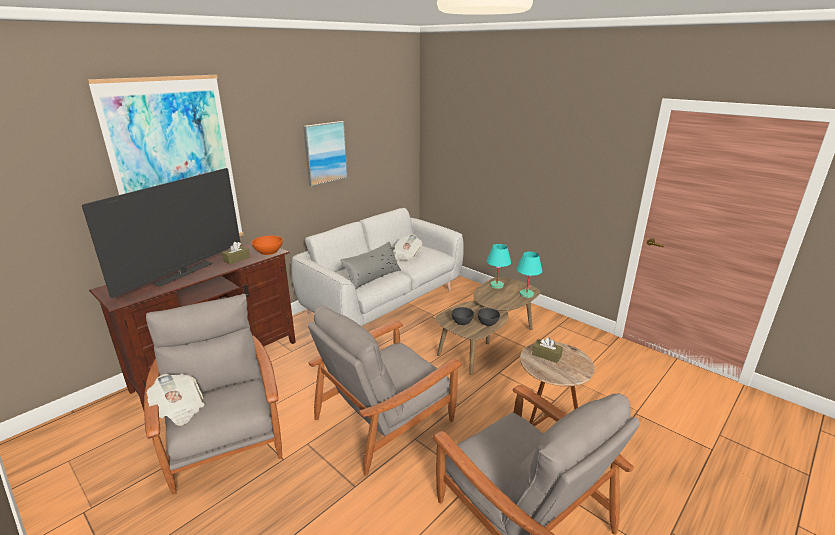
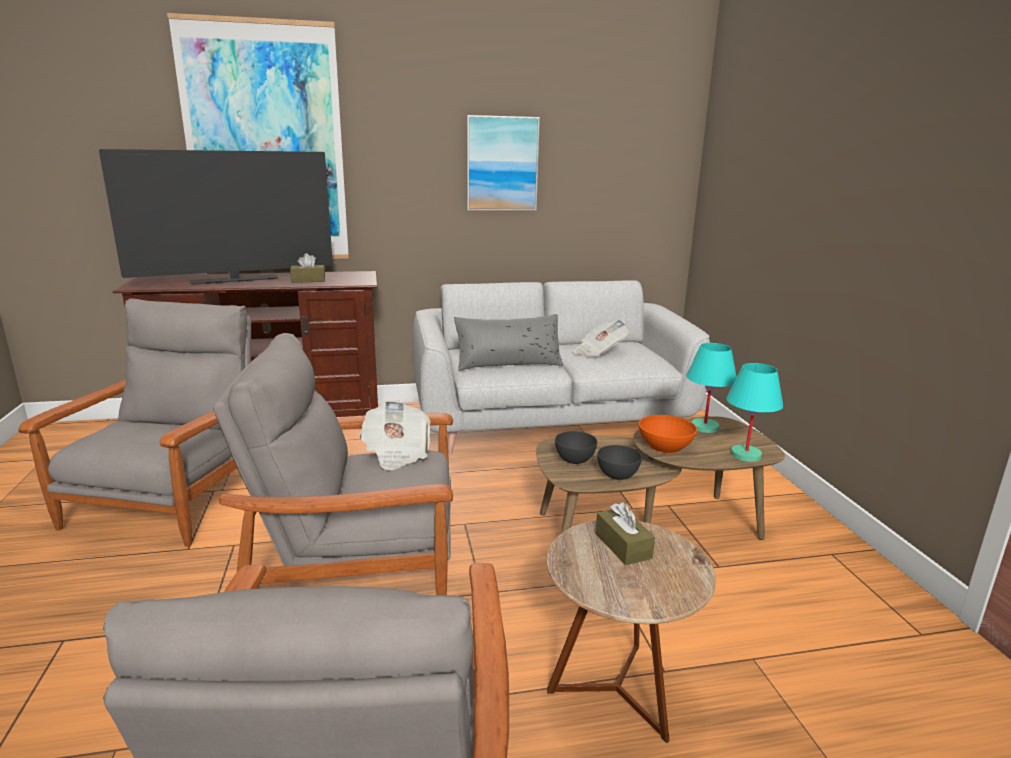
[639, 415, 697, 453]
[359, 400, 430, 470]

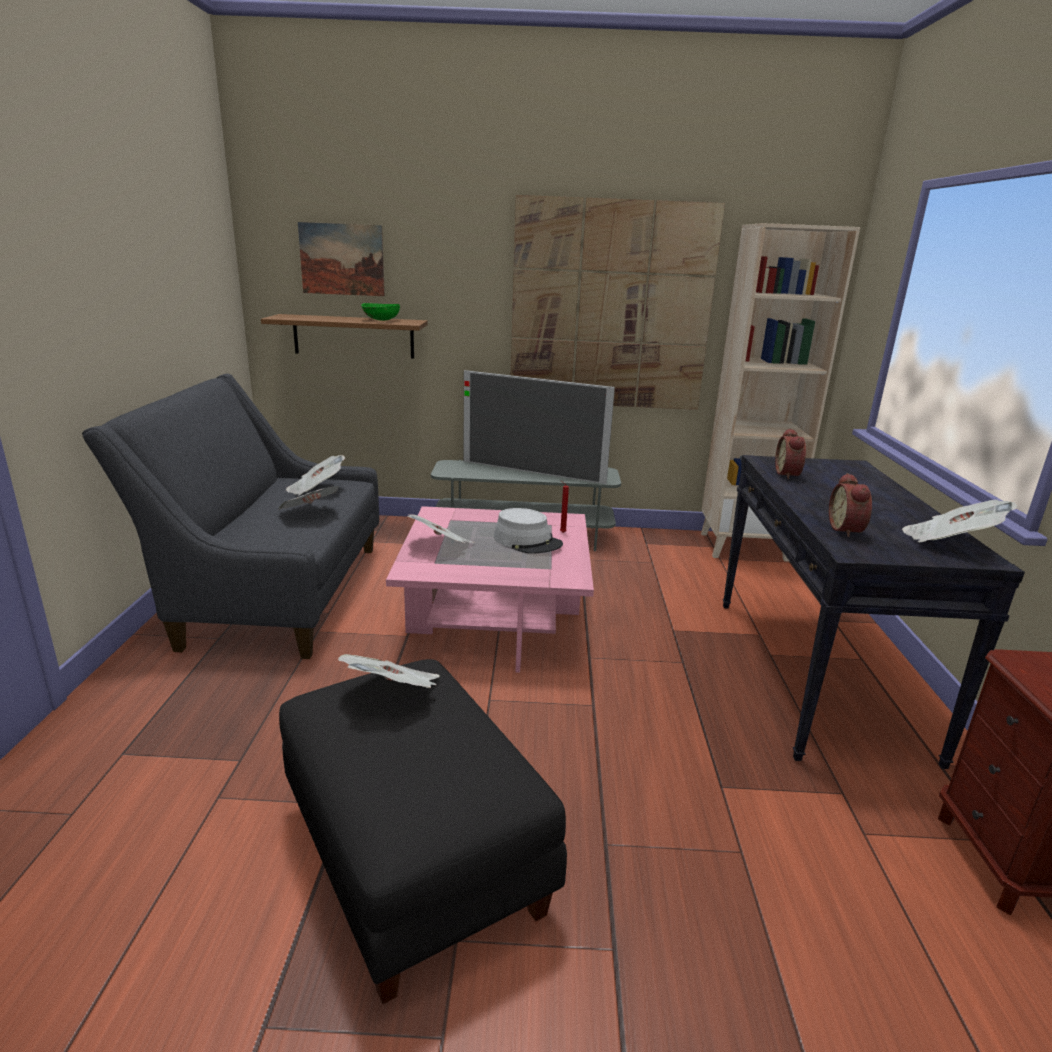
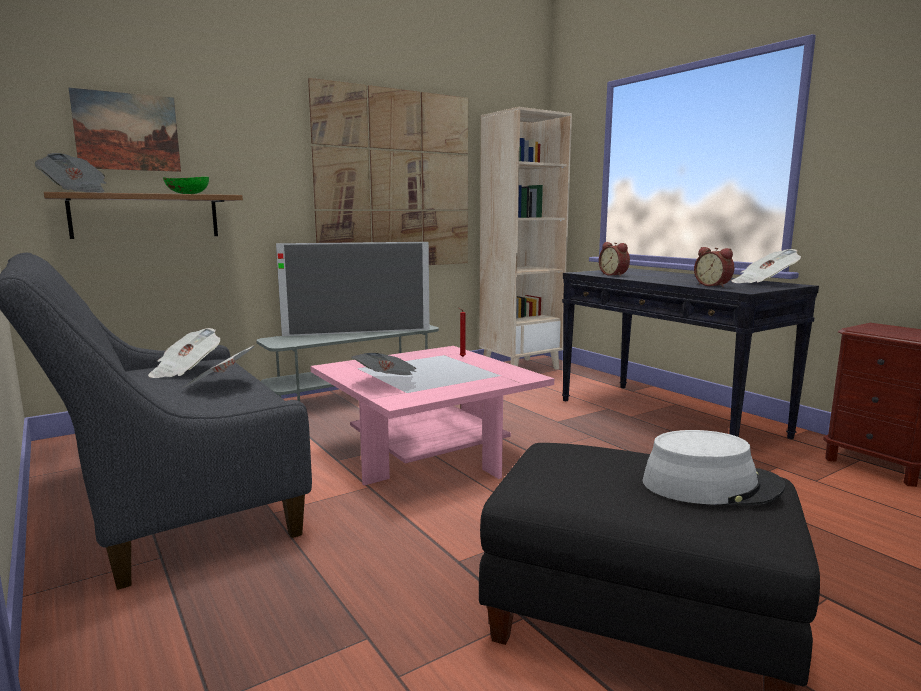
[642, 430, 785, 505]
[35, 153, 107, 193]

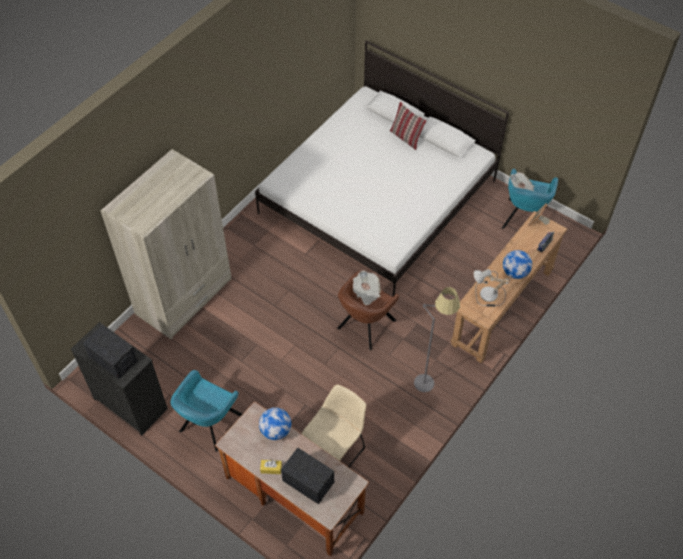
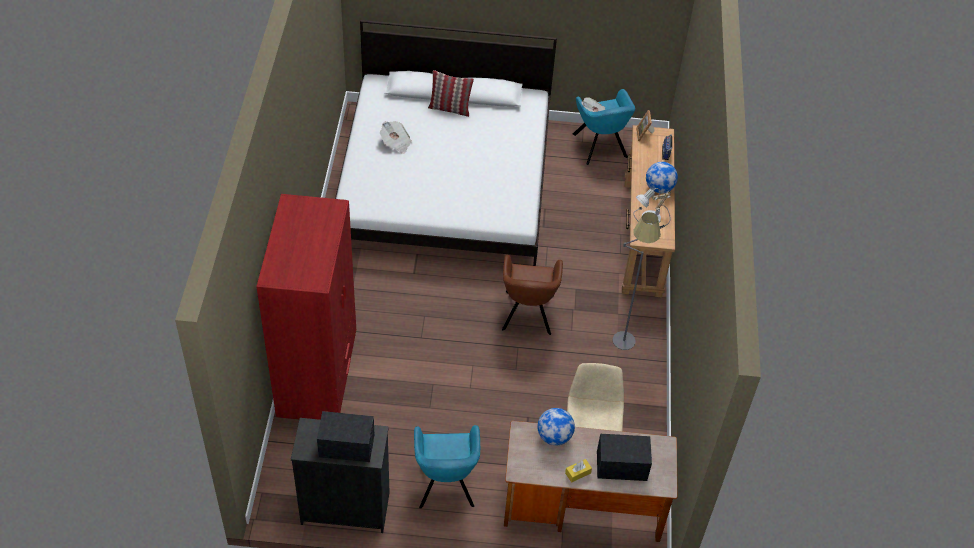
[256, 194, 356, 420]
[380, 121, 412, 154]

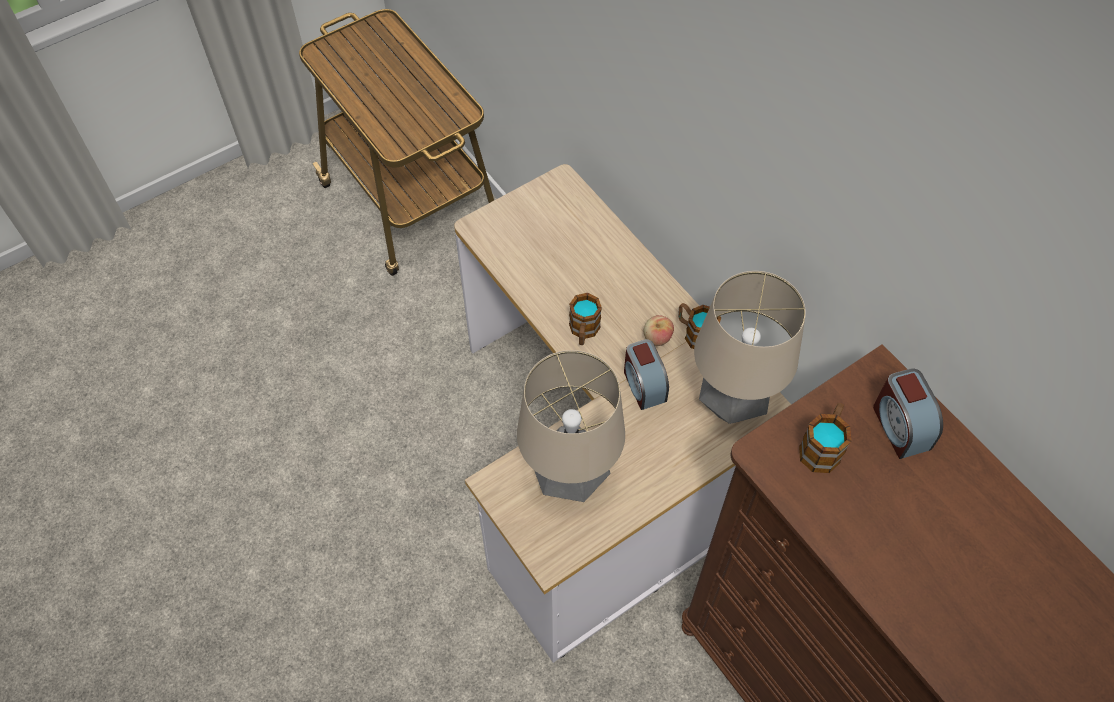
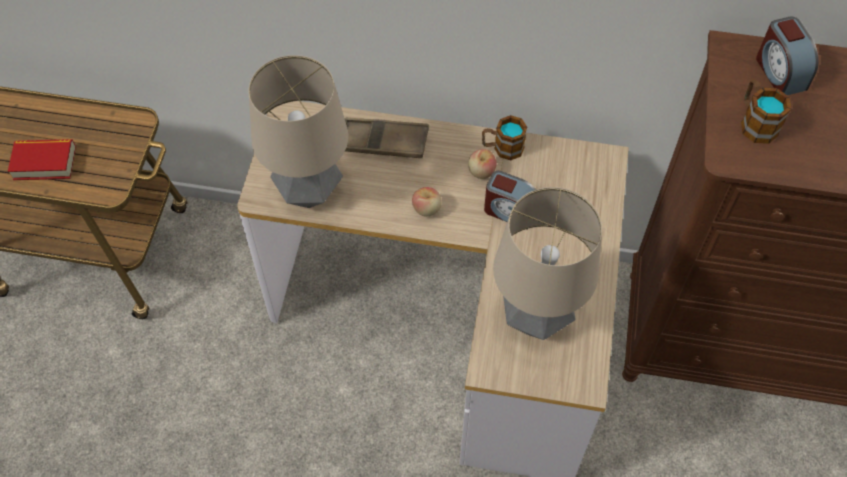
[249, 55, 348, 208]
[412, 187, 442, 216]
[756, 17, 819, 95]
[345, 118, 429, 158]
[8, 139, 76, 180]

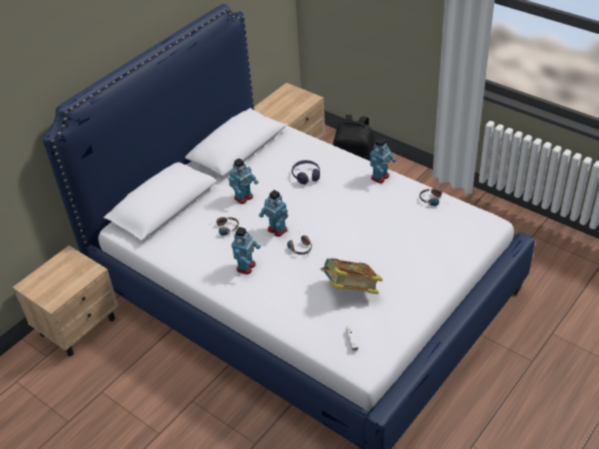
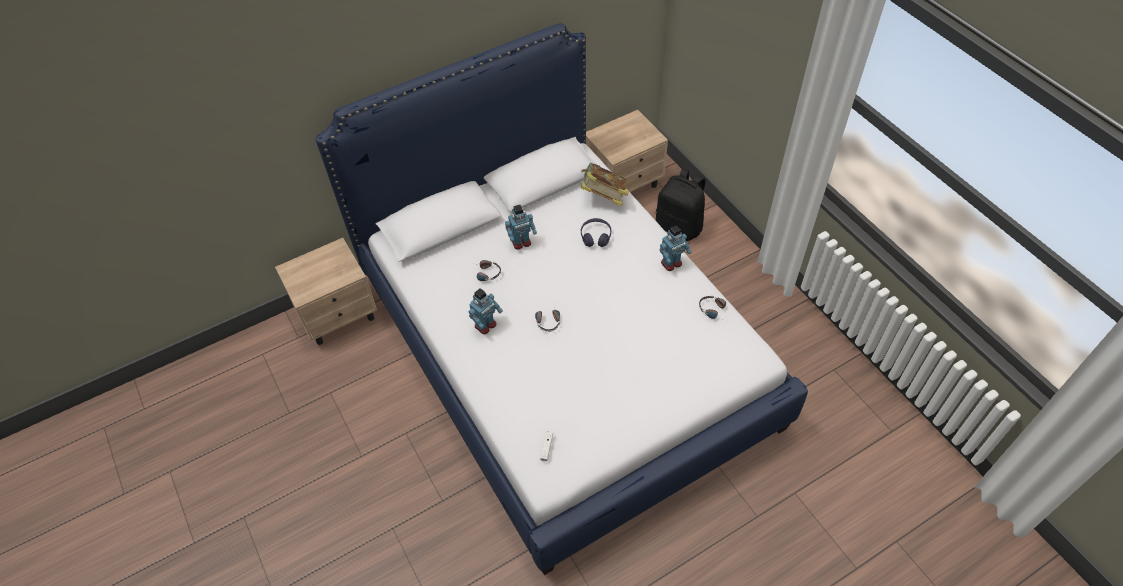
[259, 190, 288, 237] (first image)
[581, 162, 628, 206]

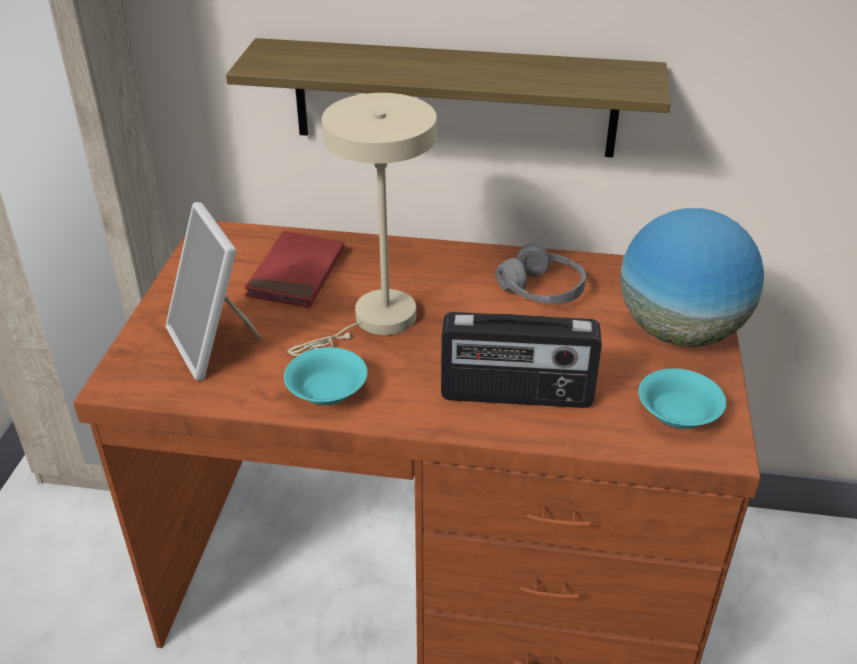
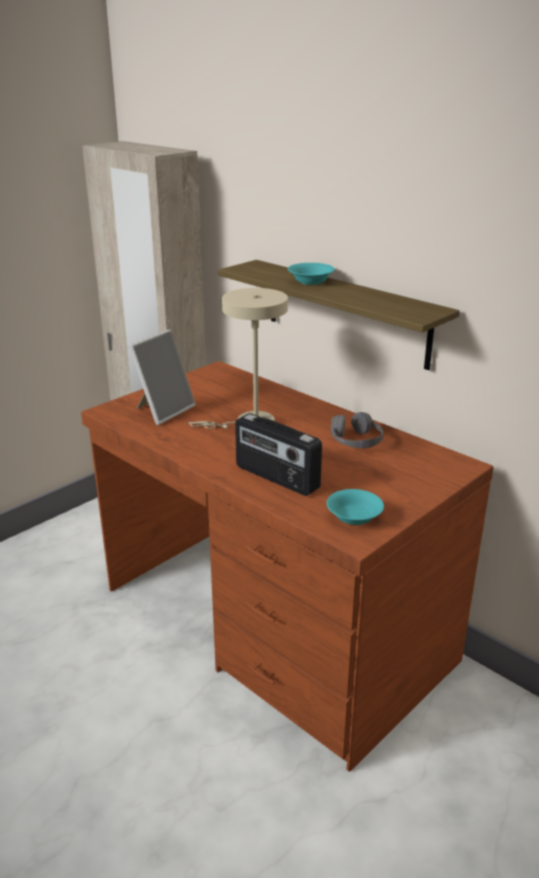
[129, 329, 196, 425]
[620, 208, 764, 347] (first image)
[244, 231, 345, 308] (first image)
[288, 263, 335, 285]

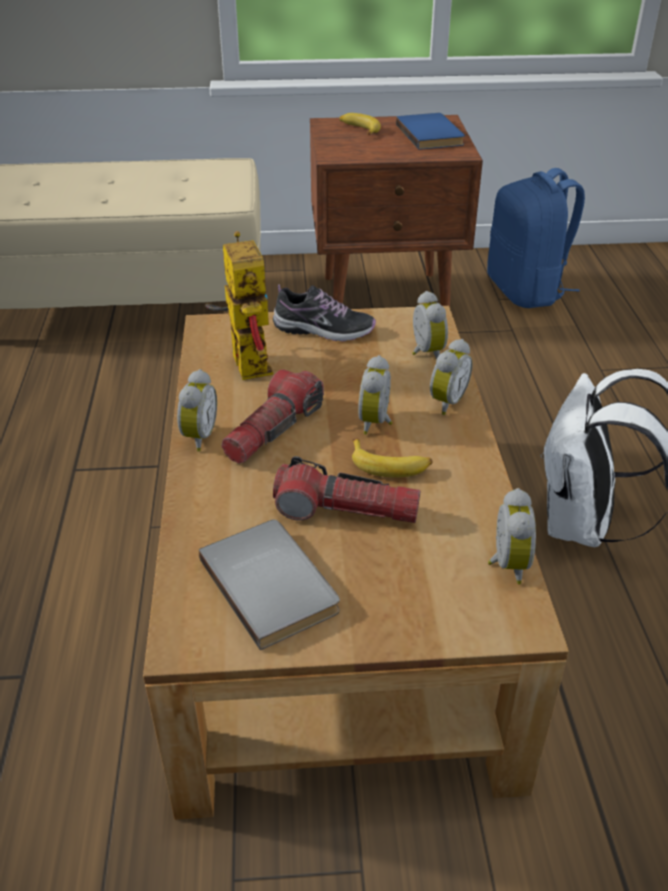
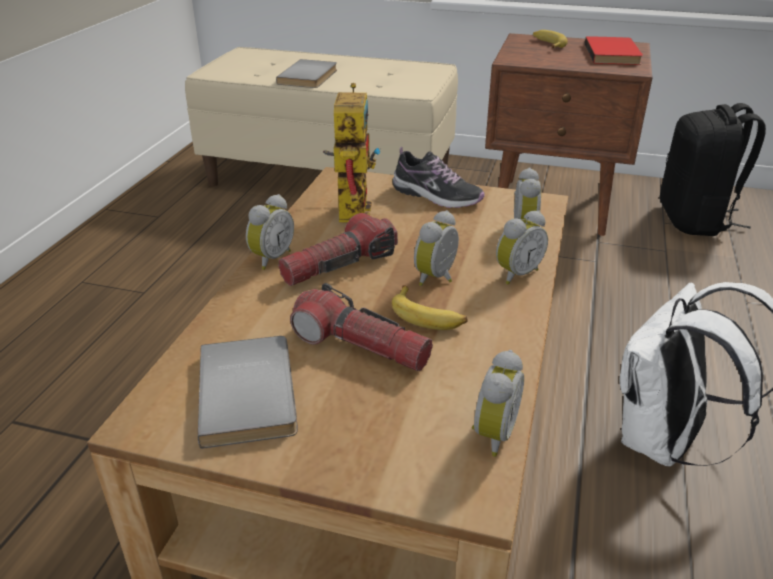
[585, 36, 643, 65]
[660, 103, 766, 236]
[276, 59, 337, 88]

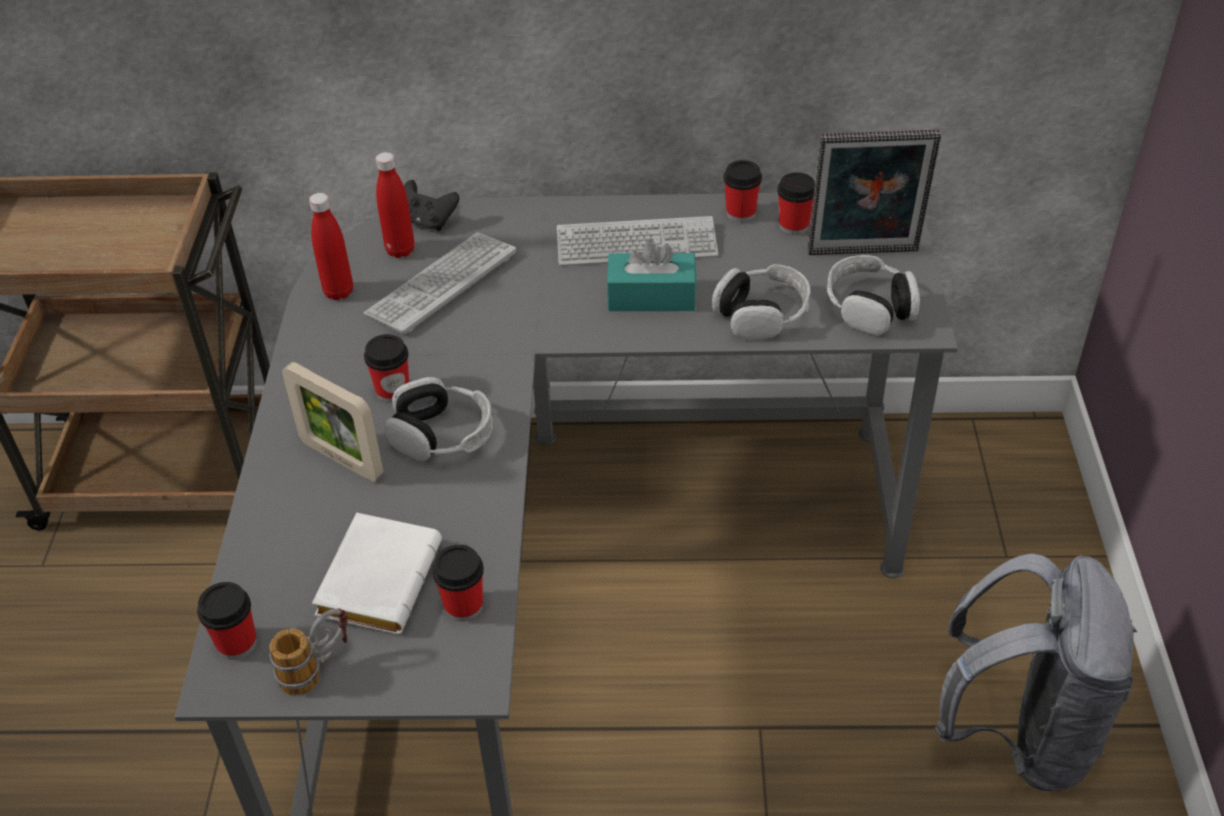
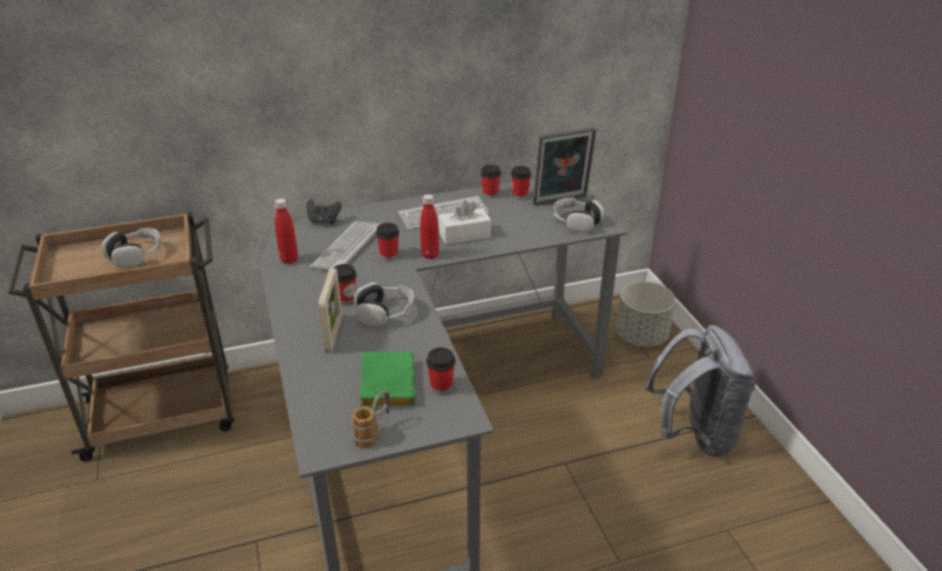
[420, 194, 439, 259]
[439, 200, 491, 245]
[101, 227, 163, 268]
[318, 268, 342, 352]
[360, 352, 416, 407]
[376, 223, 399, 260]
[616, 281, 675, 347]

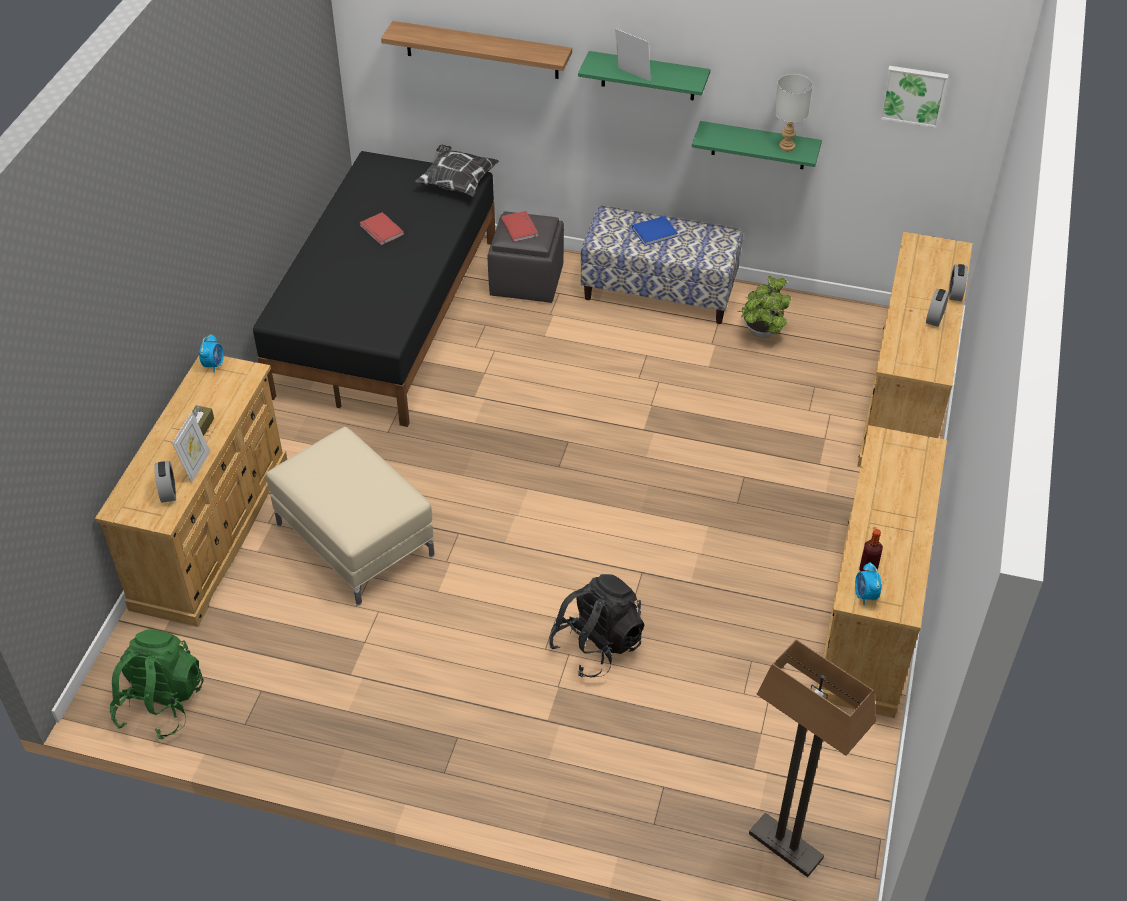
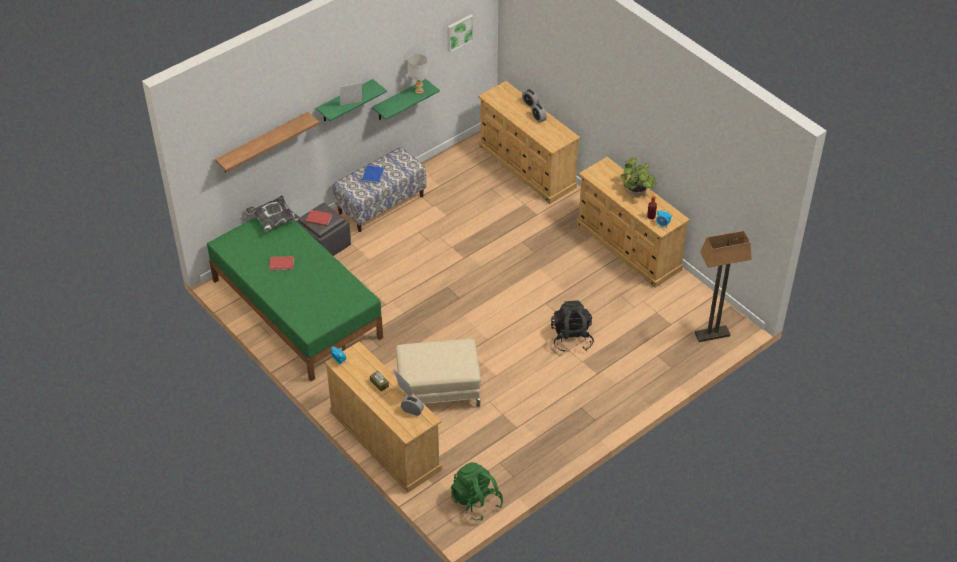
[207, 217, 383, 381]
[621, 158, 657, 195]

